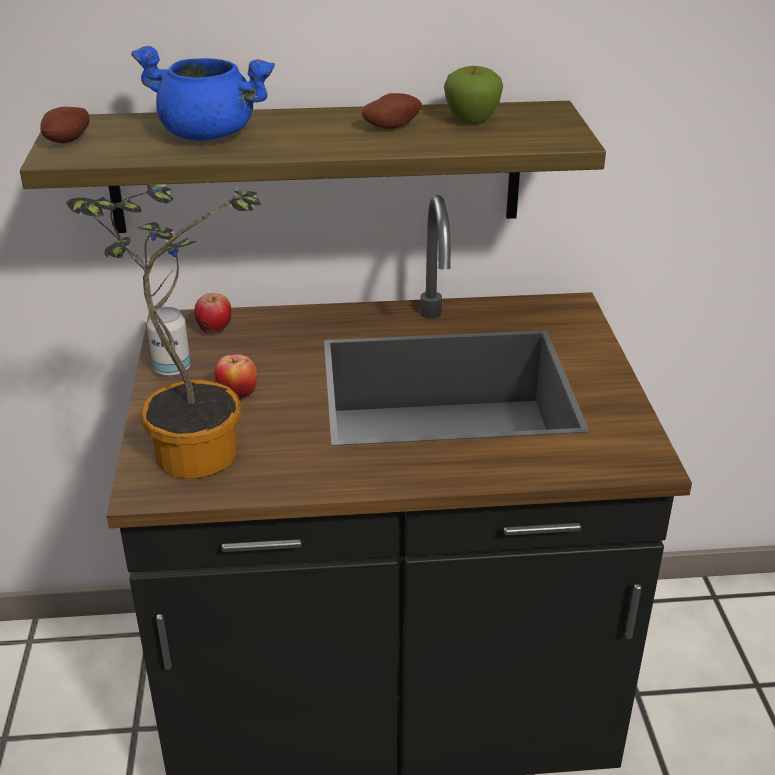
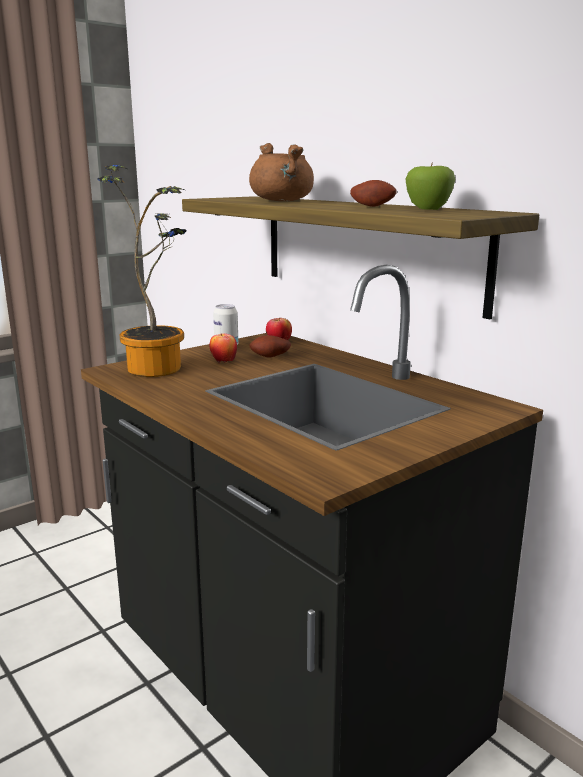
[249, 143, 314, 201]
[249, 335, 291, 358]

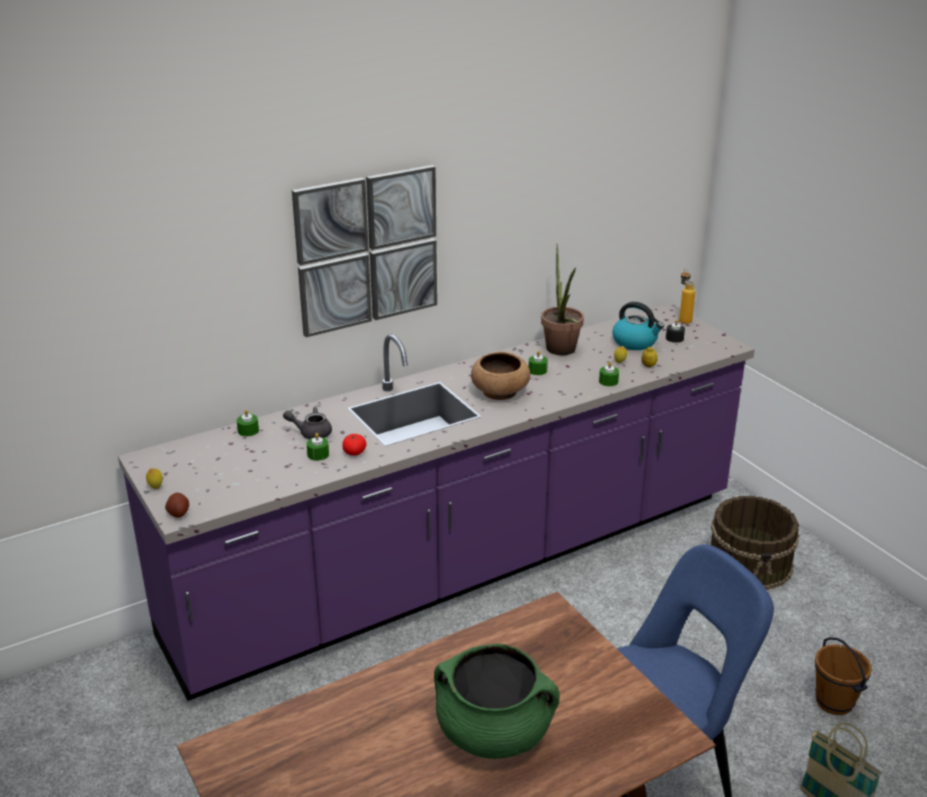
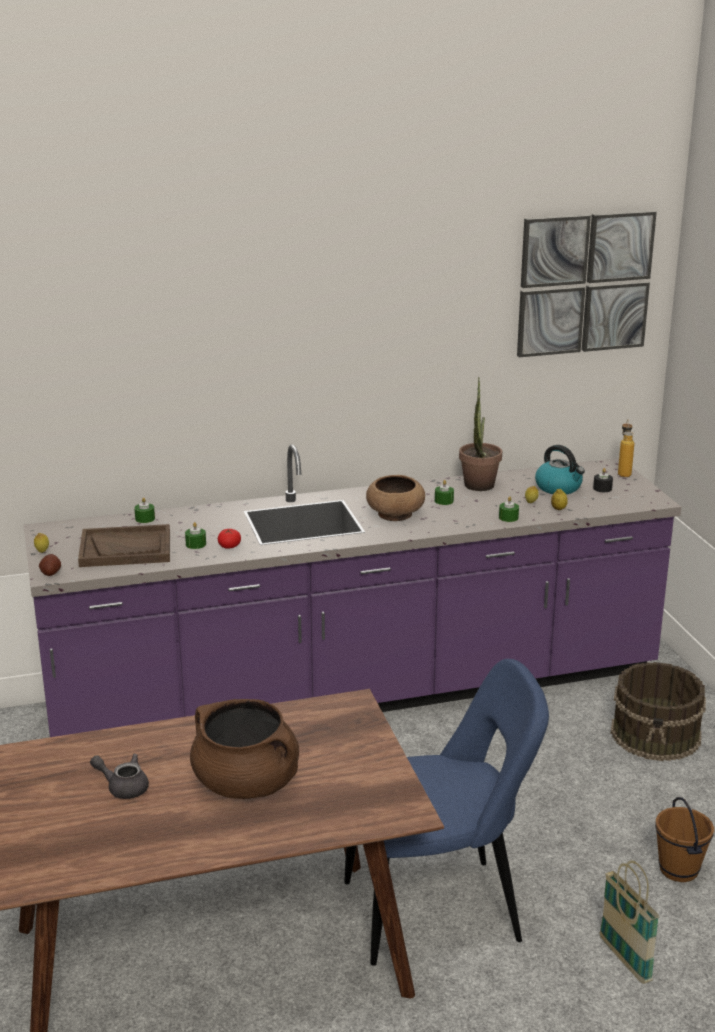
[517, 211, 657, 357]
[90, 754, 149, 799]
[190, 699, 299, 799]
[78, 524, 170, 567]

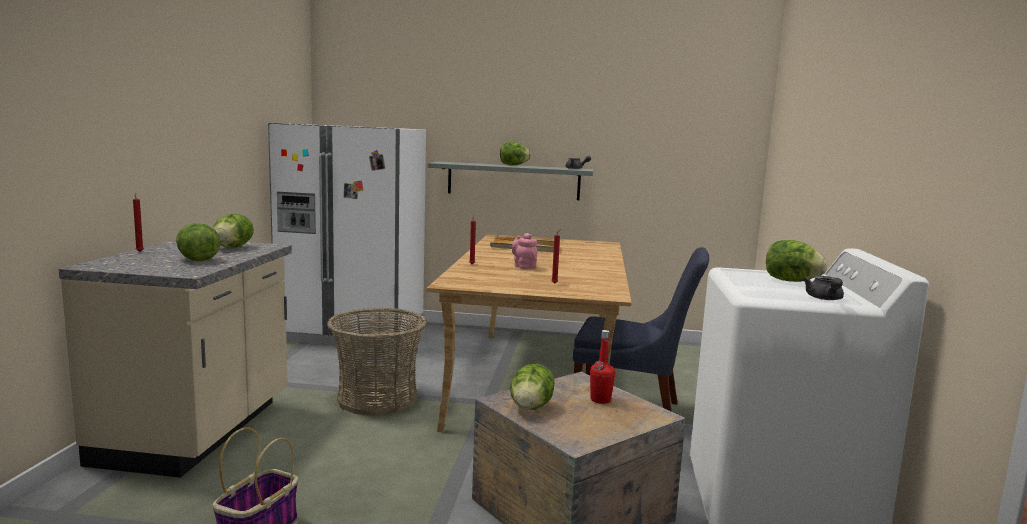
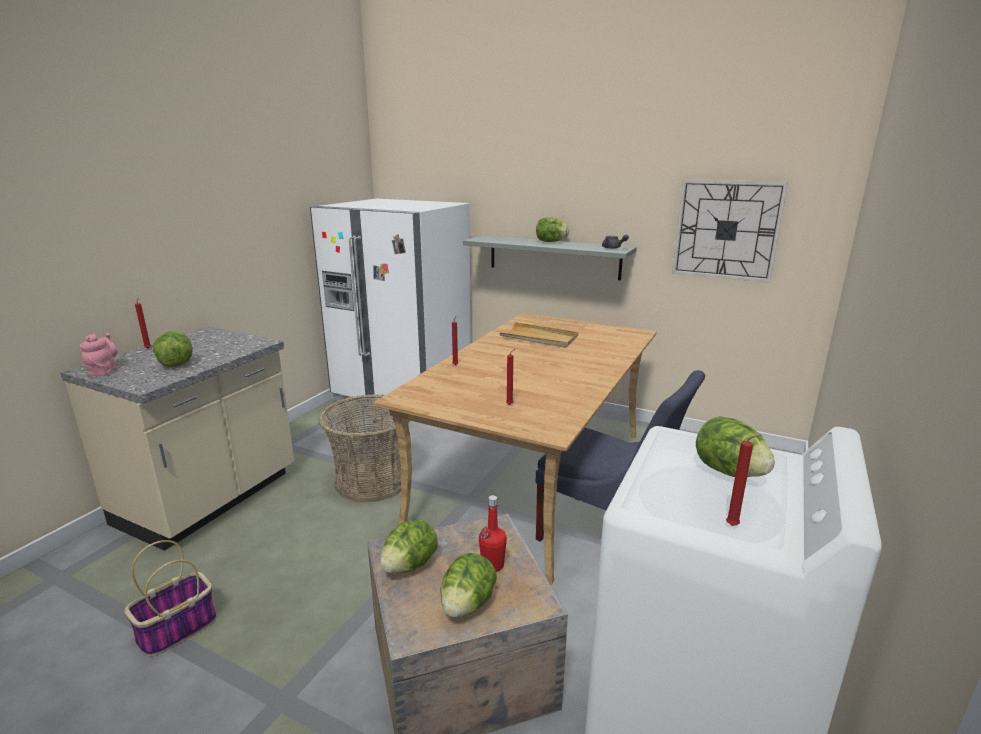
[440, 553, 497, 617]
[80, 333, 118, 376]
[726, 434, 761, 526]
[672, 179, 788, 283]

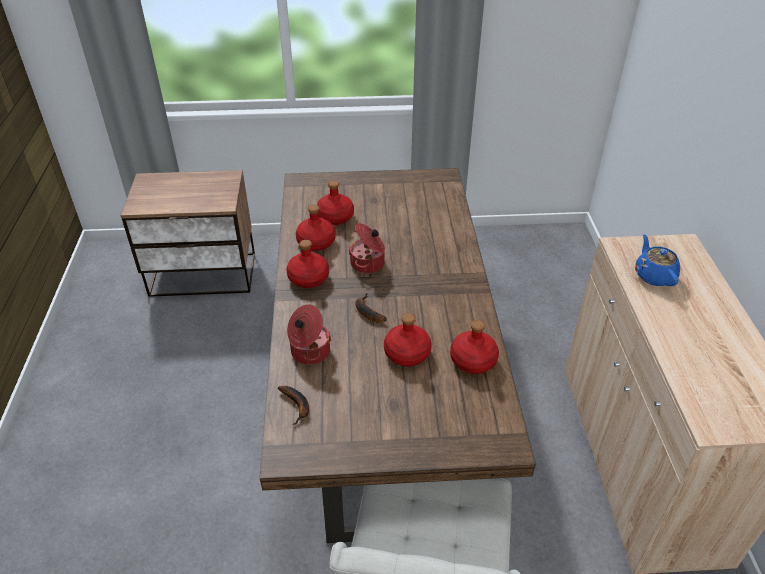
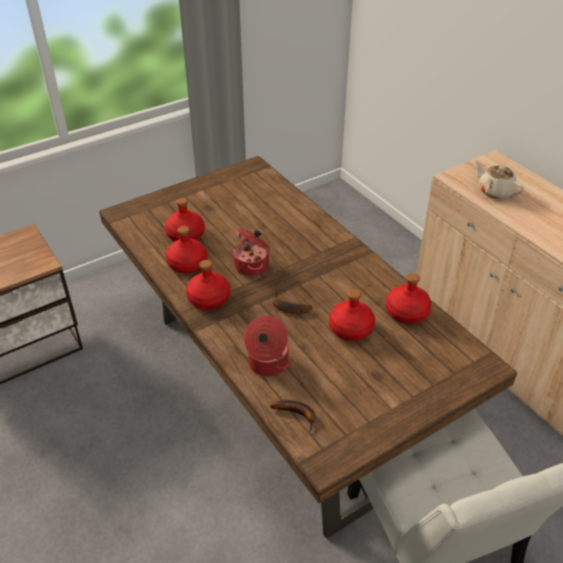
[474, 160, 524, 199]

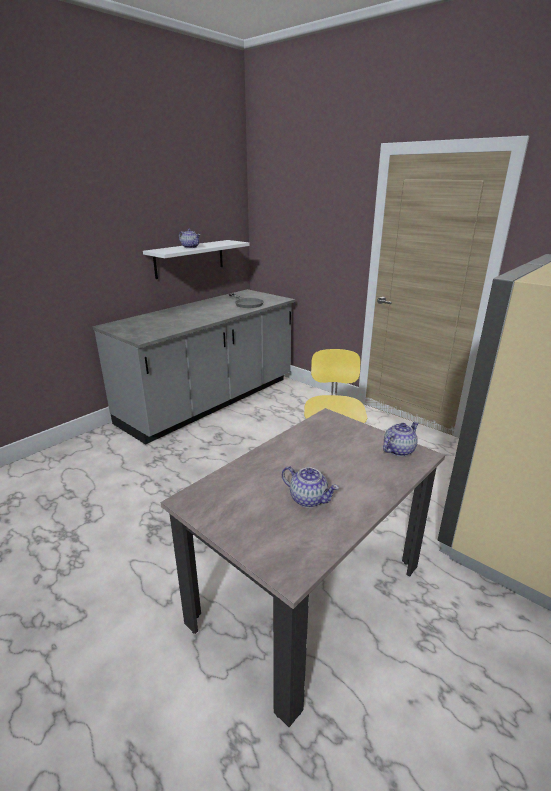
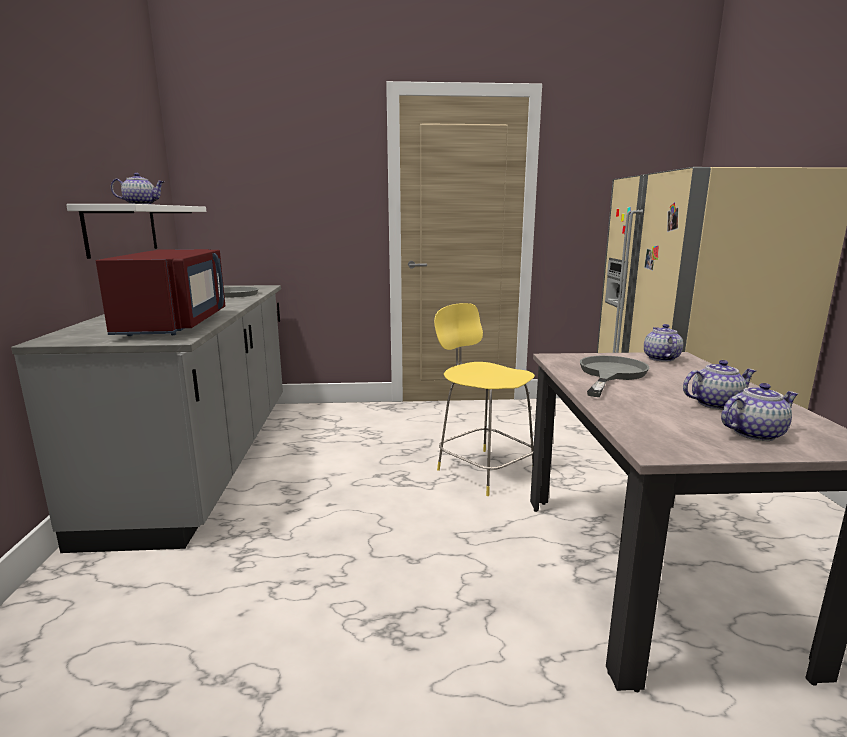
[96, 249, 226, 336]
[580, 356, 649, 397]
[721, 383, 798, 441]

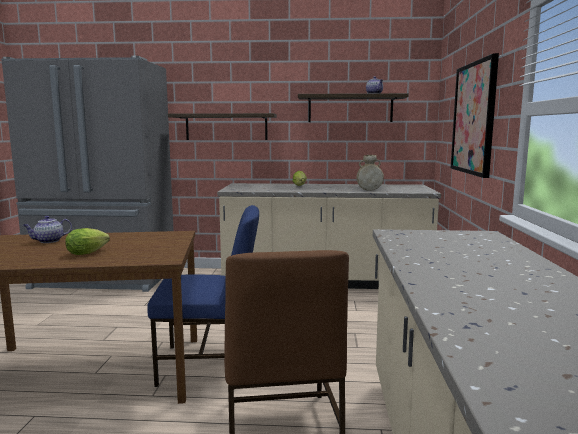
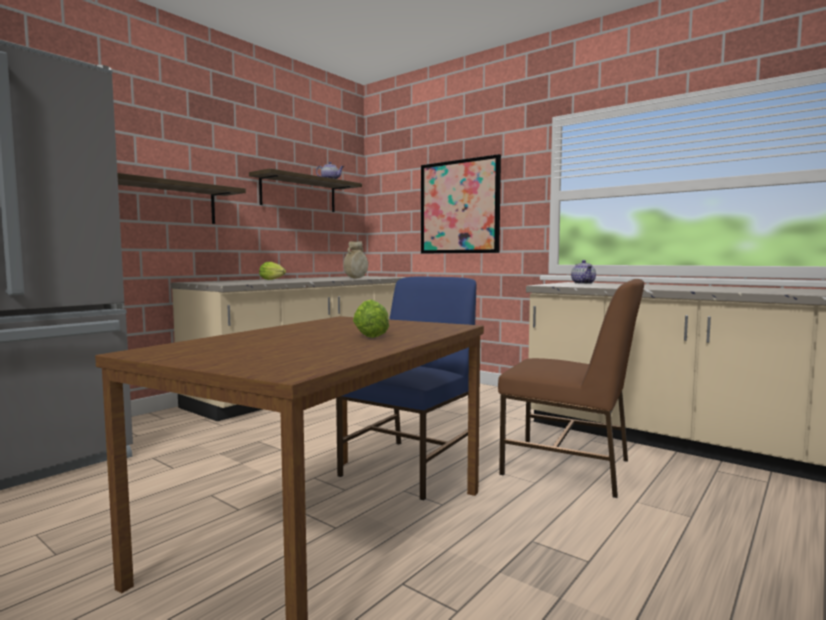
[571, 260, 596, 284]

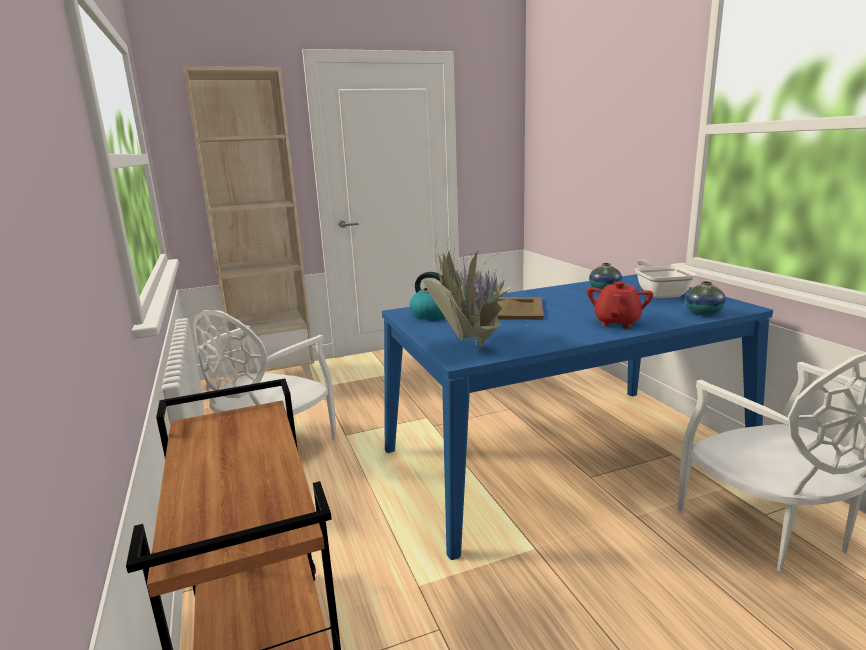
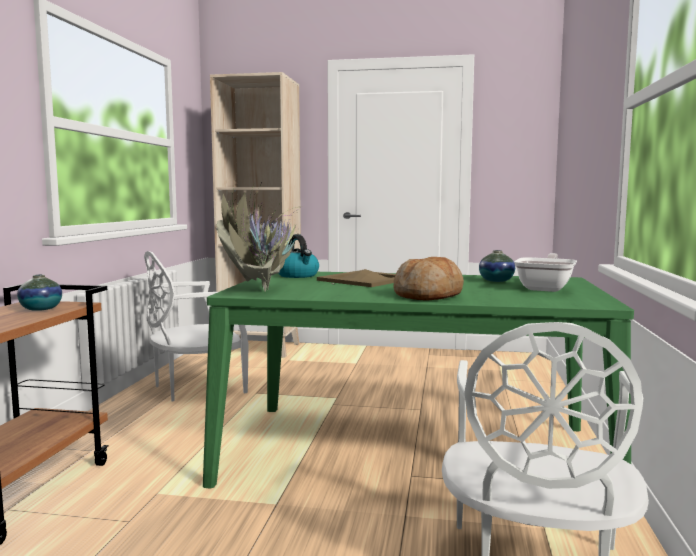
[203, 272, 634, 489]
[393, 257, 464, 301]
[17, 274, 62, 311]

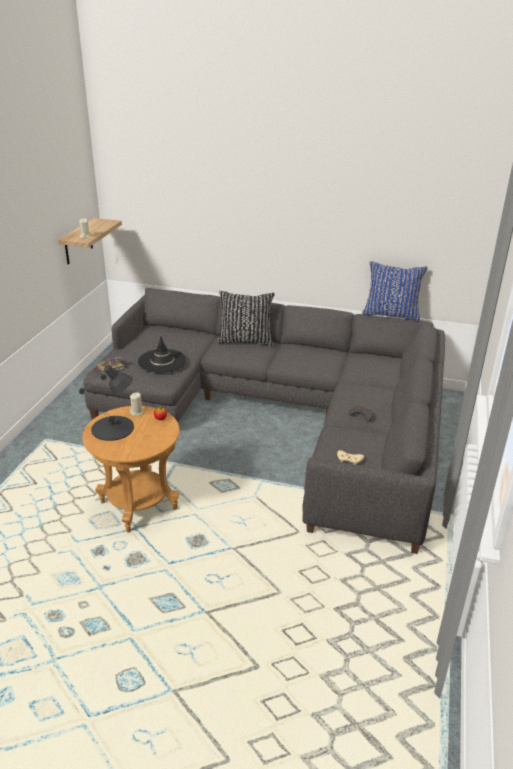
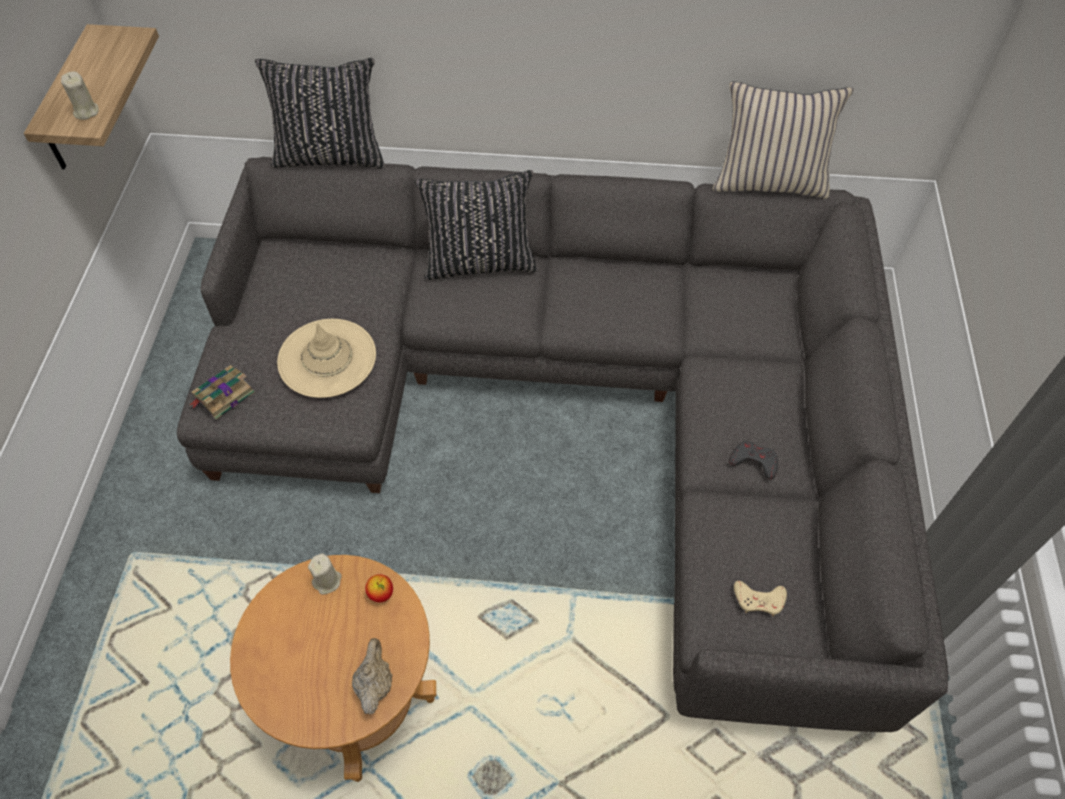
[713, 82, 854, 199]
[277, 319, 376, 398]
[79, 365, 134, 441] (first image)
[255, 58, 385, 169]
[352, 638, 392, 715]

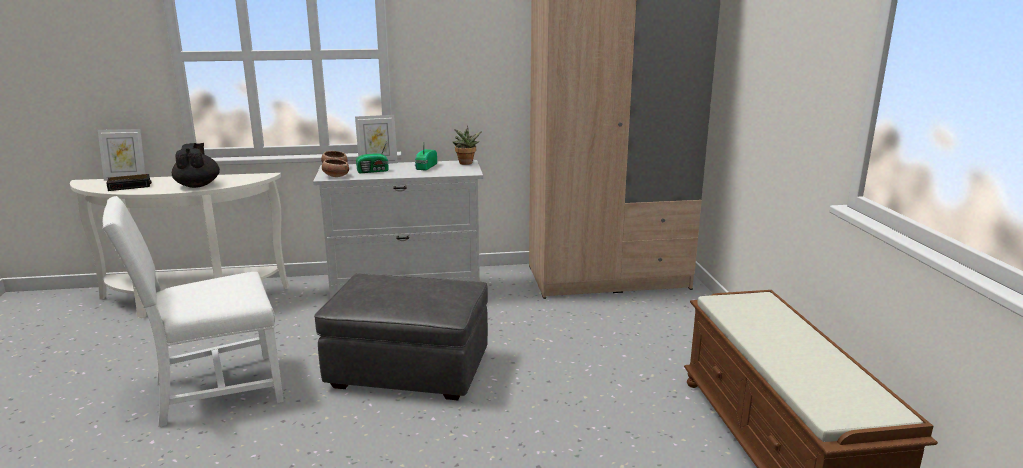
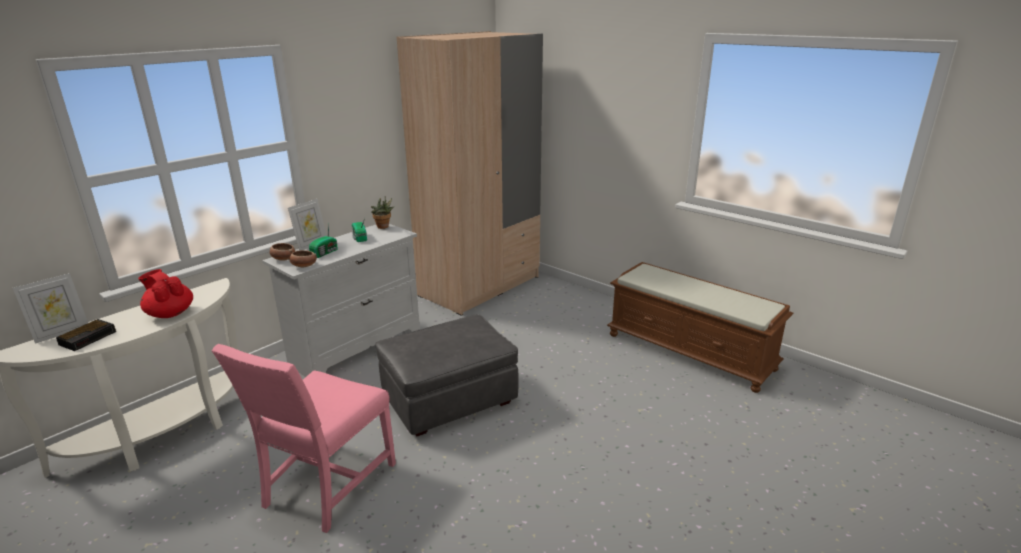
[138, 269, 193, 318]
[212, 344, 396, 533]

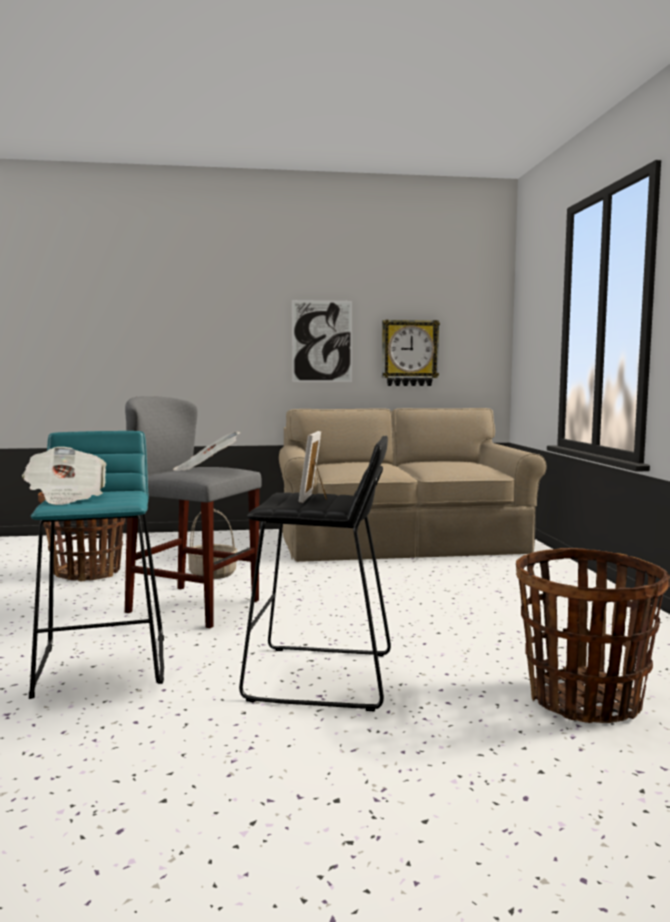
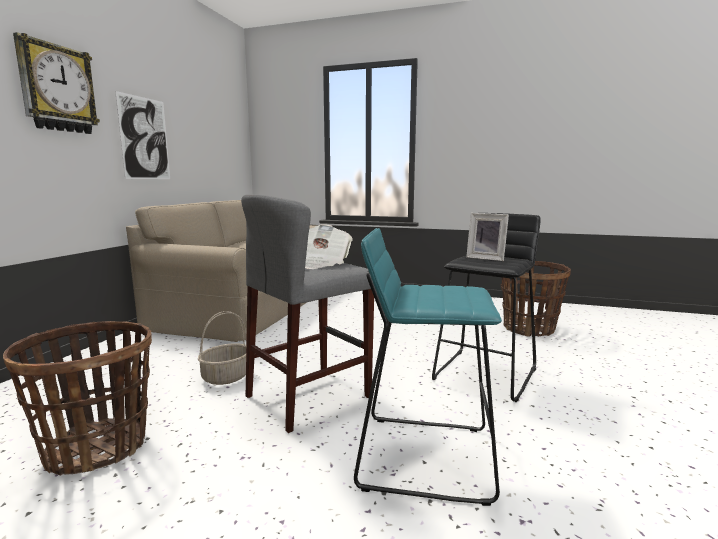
[13, 32, 100, 134]
[22, 447, 106, 505] (first image)

